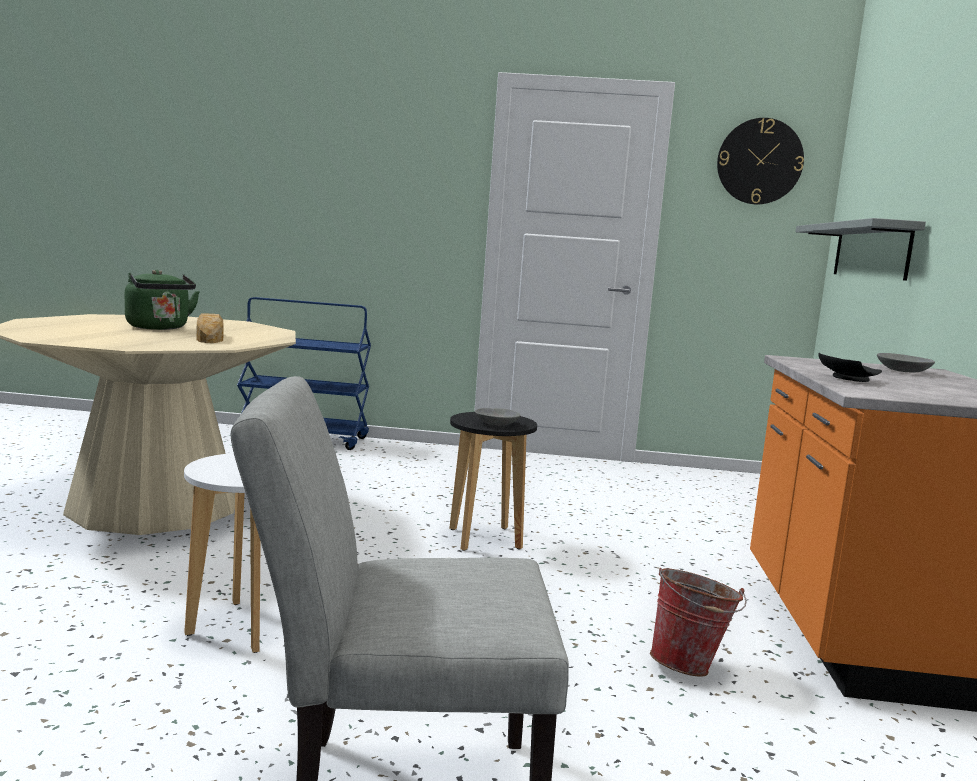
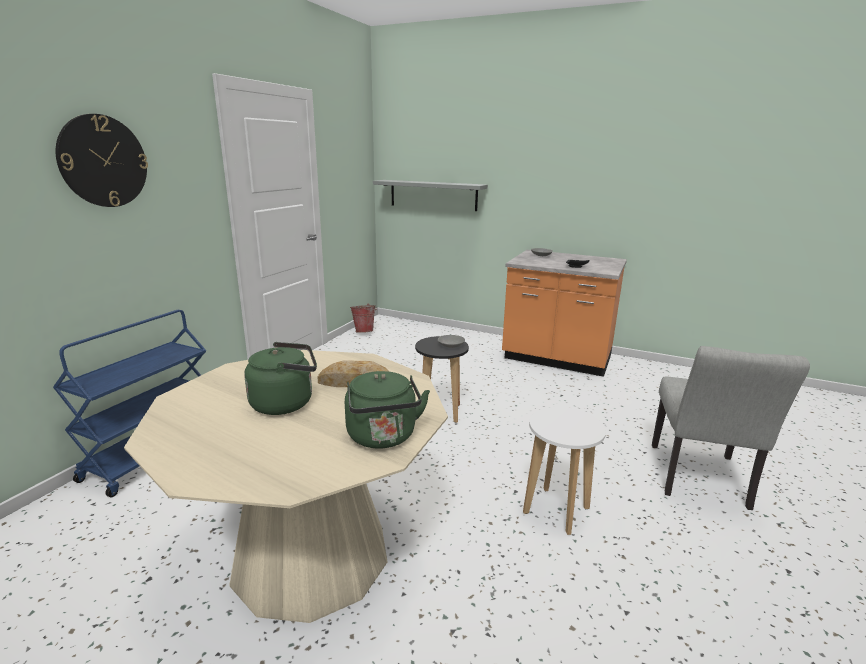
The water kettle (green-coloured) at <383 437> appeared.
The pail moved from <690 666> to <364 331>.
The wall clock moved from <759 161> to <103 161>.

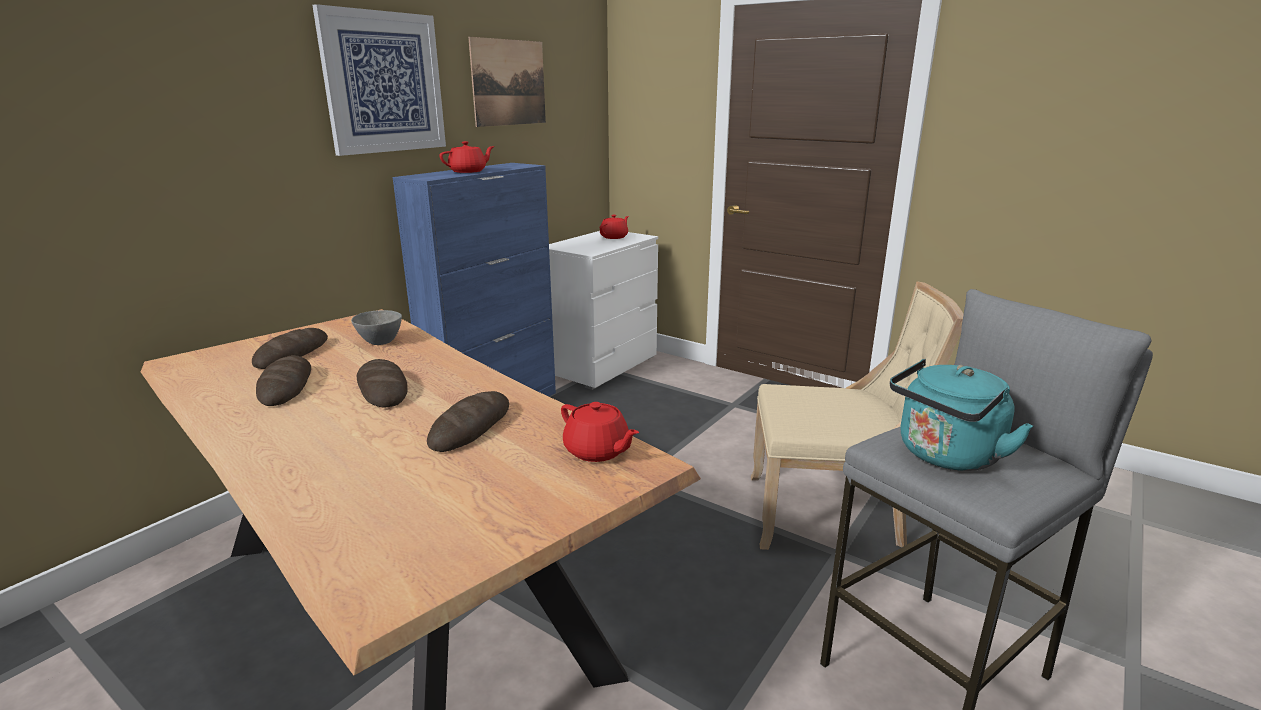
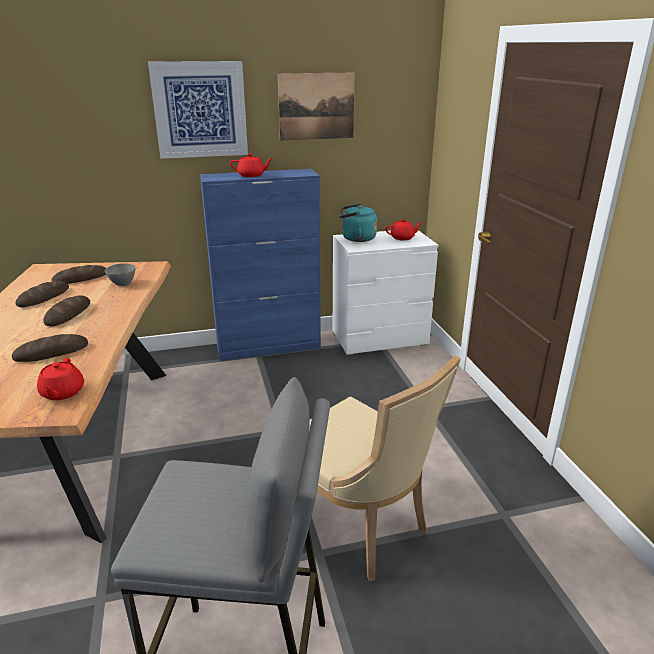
The water kettle (turquoise) moved from <945 456> to <356 238>.

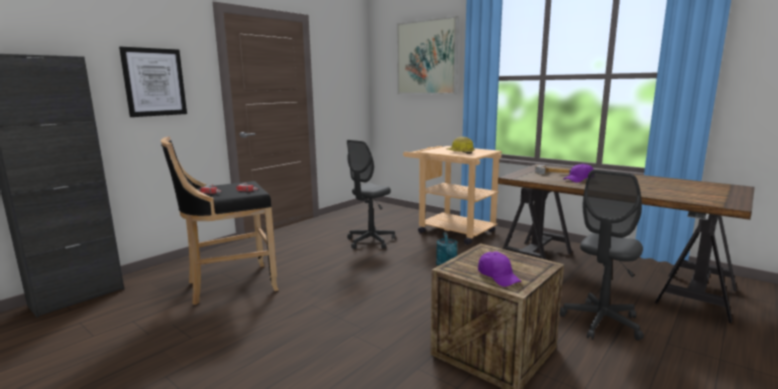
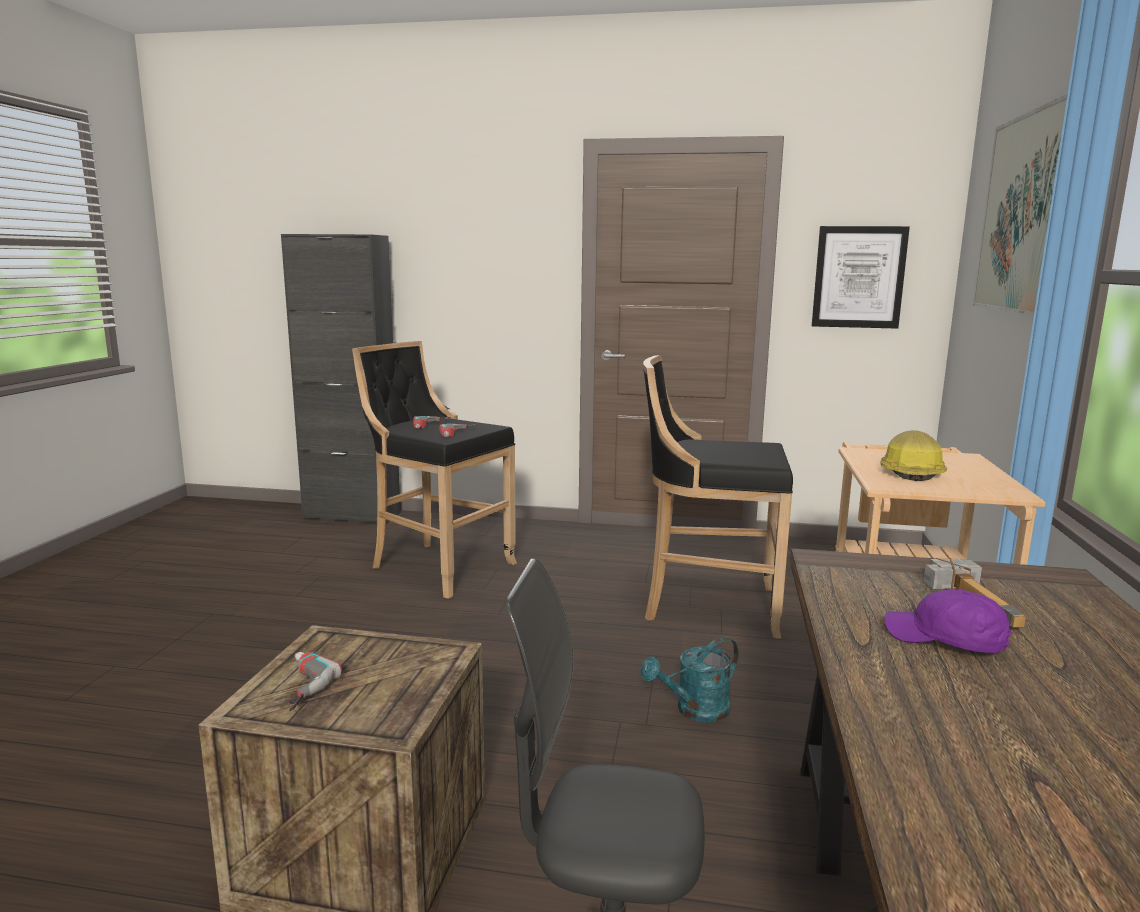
The wall picture moved from <154 82> to <858 277>.
The desk chair (greyish) at <370 241> was replaced by the stool seat (black) at <706 606>.
The baseball cap (purple-coloured) at <498 277> was replaced by the electric drill at <296 686>.

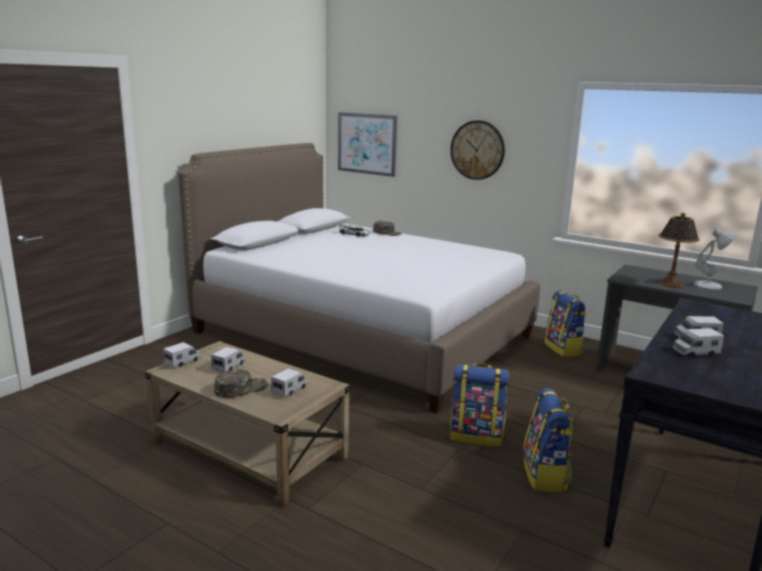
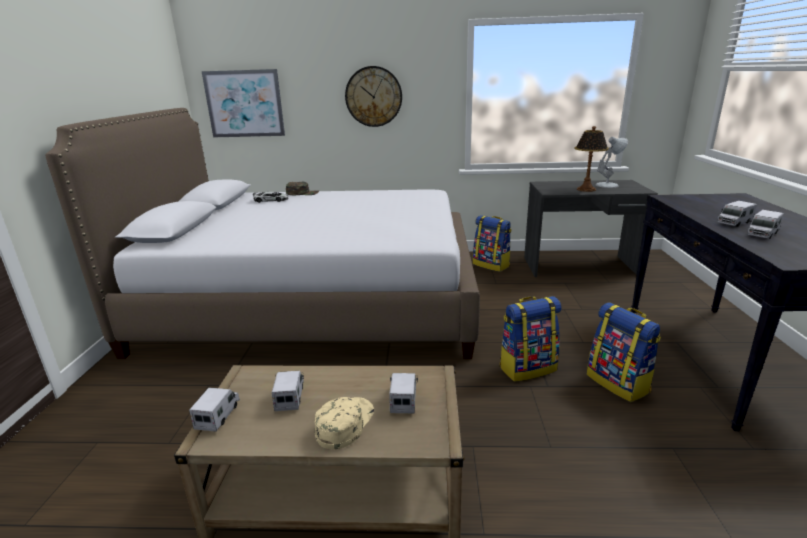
The baseball cap (green-coloured) at <241 388> became the baseball cap (beige-coloured) at <344 423>.

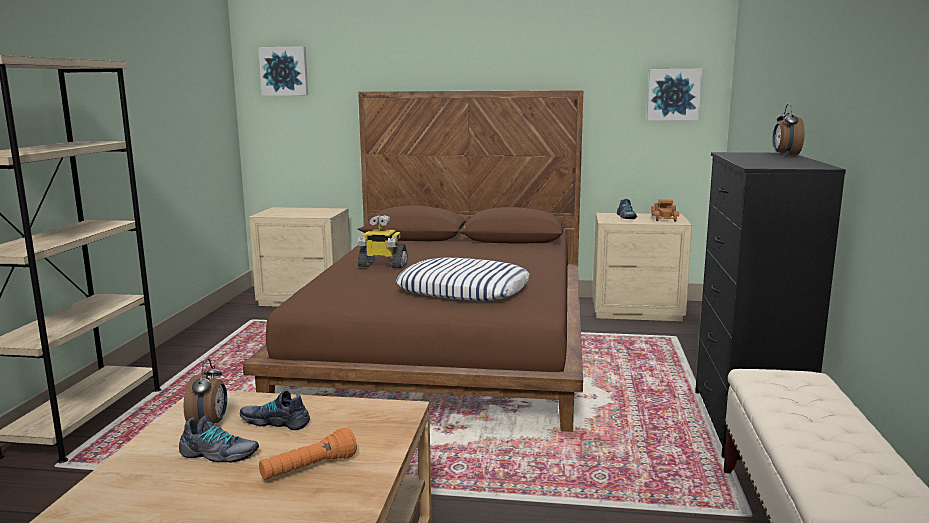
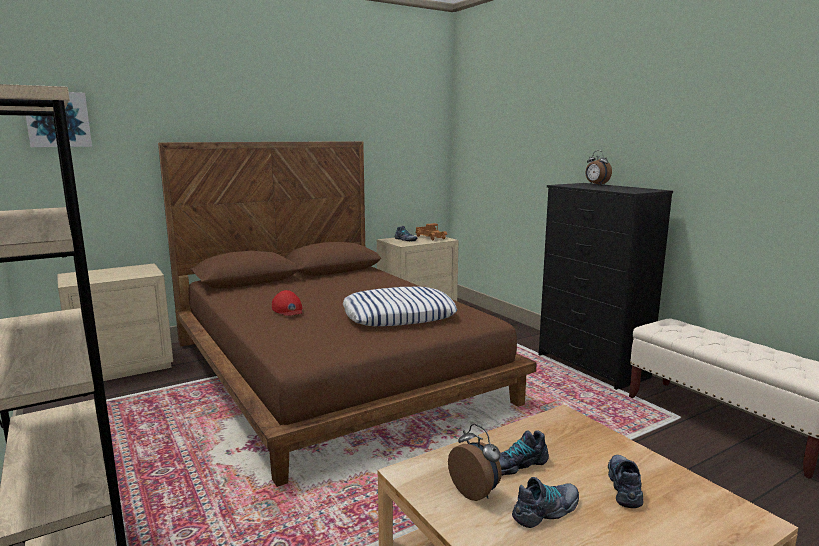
The wall picture at <673 94> disappeared.
The flashlight (orange) at <308 469> was replaced by the item of footwear at <625 486>.
The toy robot at <382 265> was replaced by the baseball cap (reddish) at <288 309>.

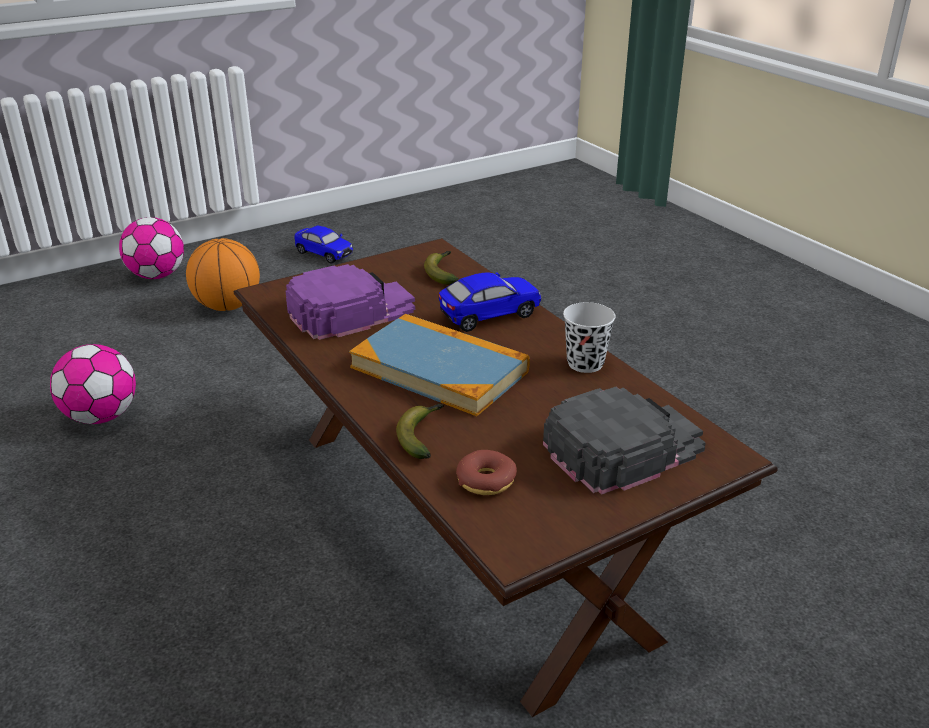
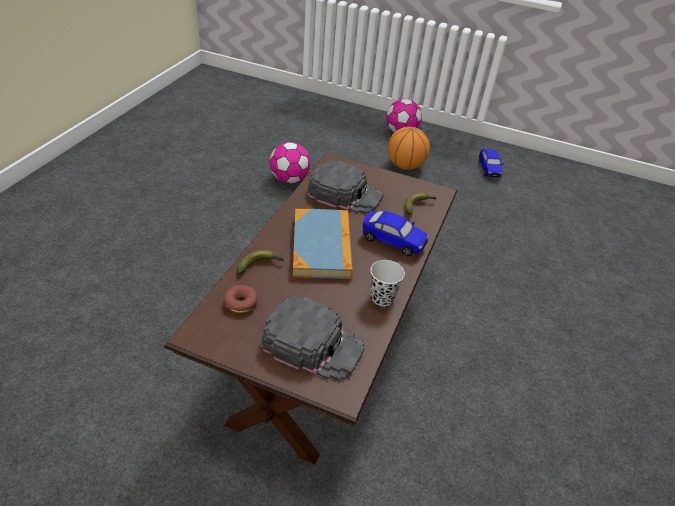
The baseball cap (purple-coloured) at <350 310> became the baseball cap (black) at <345 193>.

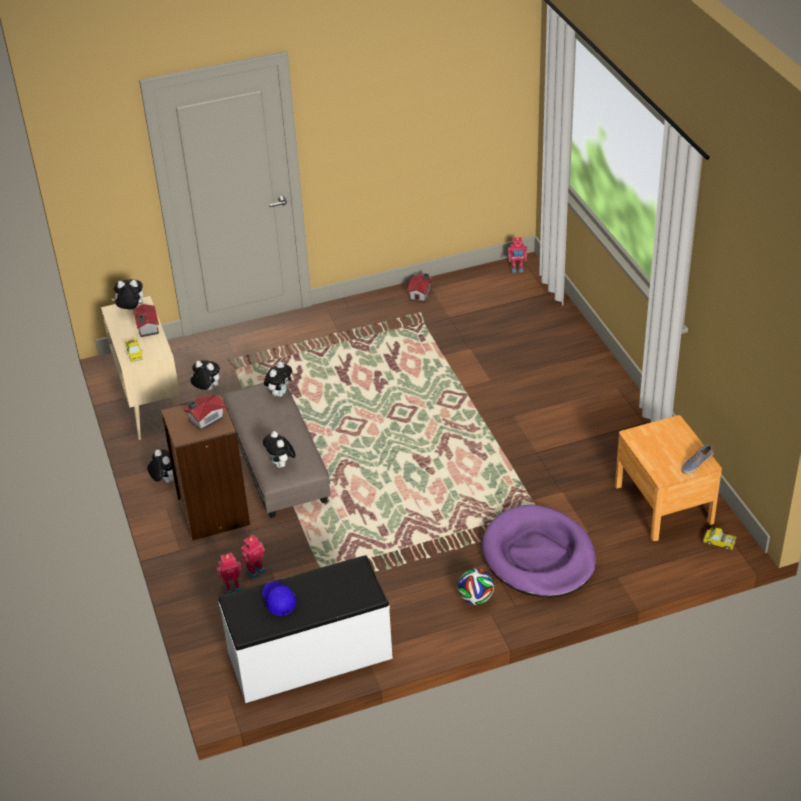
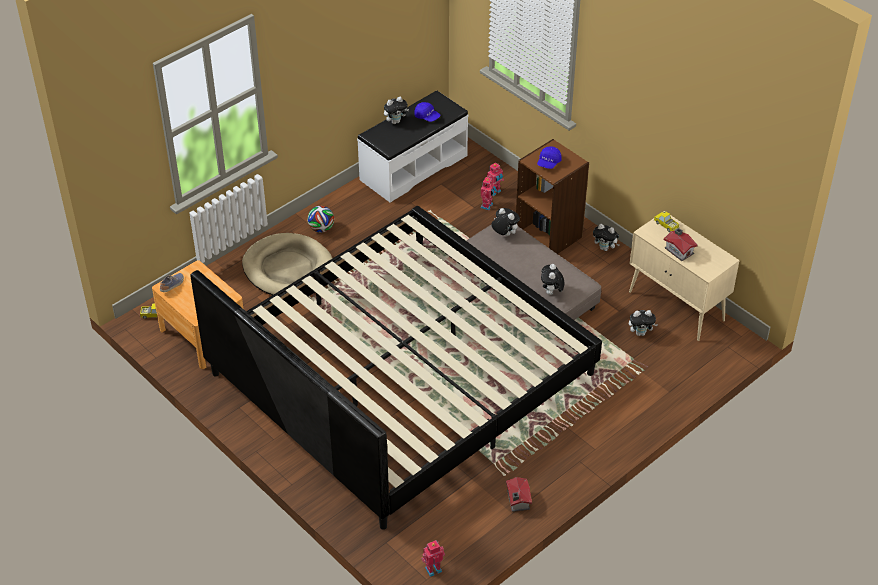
The bedroom bed at <401 374> appeared.
The cuddly toy moved from <131 310> to <395 121>.
The toy house at <205 419> was replaced by the baseball cap (blue-coloured) at <548 163>.
The pet bed (purple-coloured) at <538 556> became the pet bed (beige-coloured) at <288 269>.

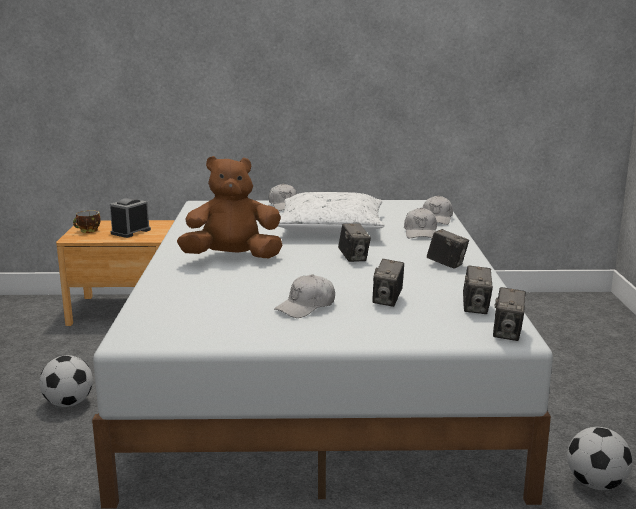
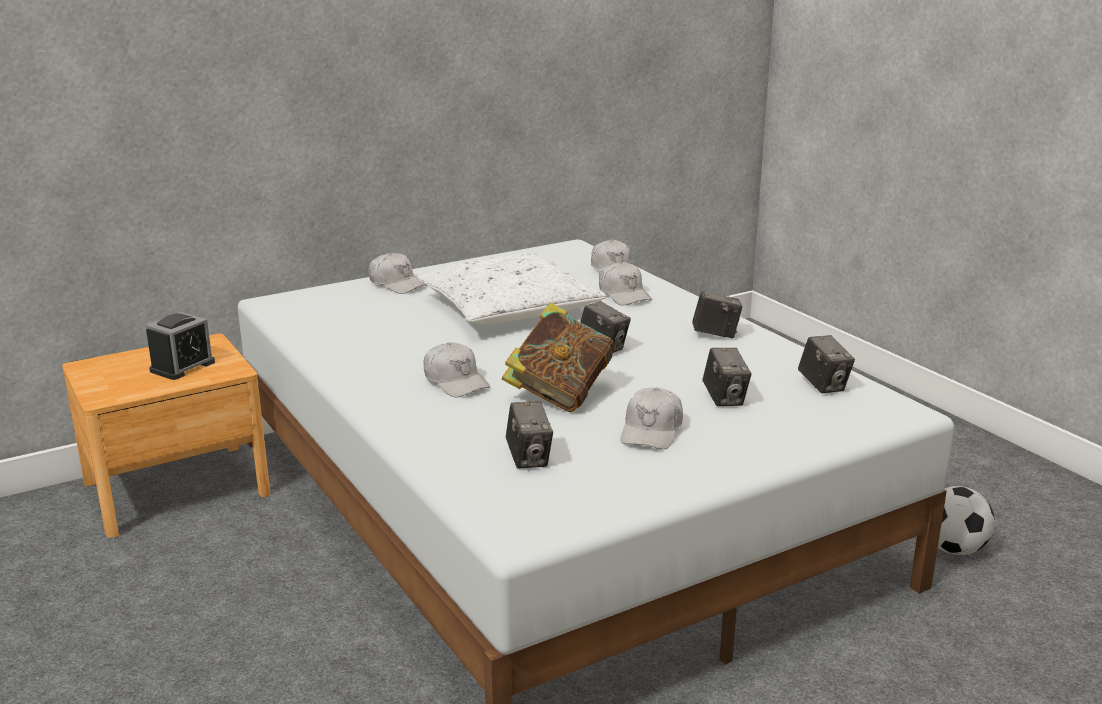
The football ball at <68 403> disappeared.
The drinking cup at <88 231> disappeared.
The book at <559 394> appeared.
The still camera moved from <507 334> to <529 459>.
The cuddly toy (brownish) at <232 258> was replaced by the baseball cap (white-coloured) at <455 381>.
The alarm clock at <130 232> turned 150 degrees counterclockwise.

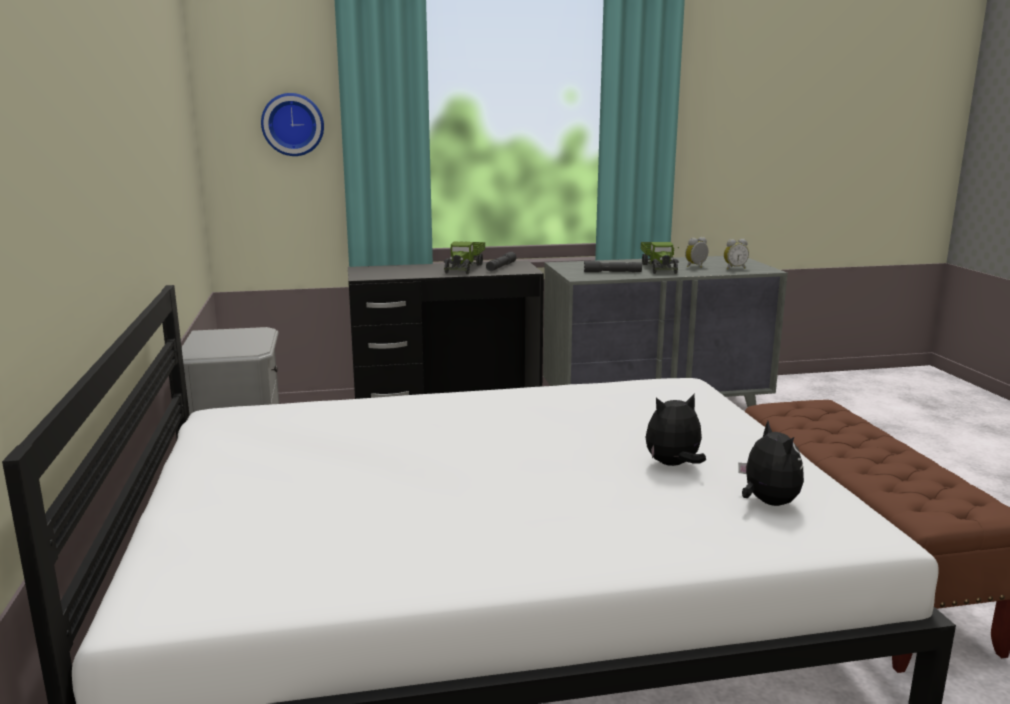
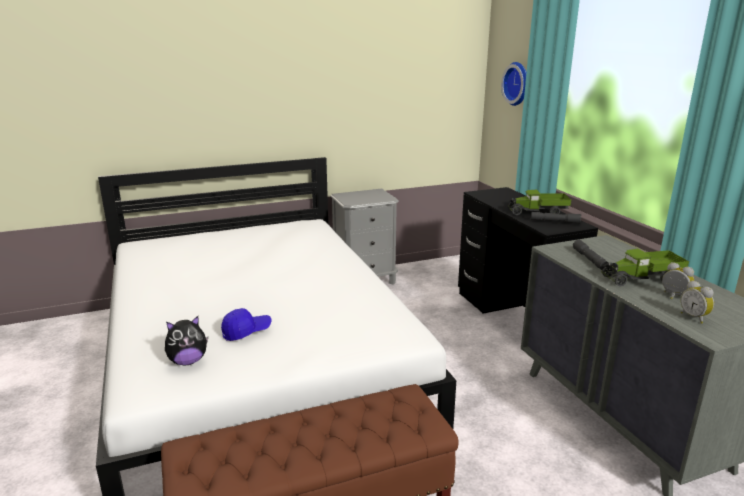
The cuddly toy at <673 465> was replaced by the baseball cap (blue-coloured) at <246 332>.

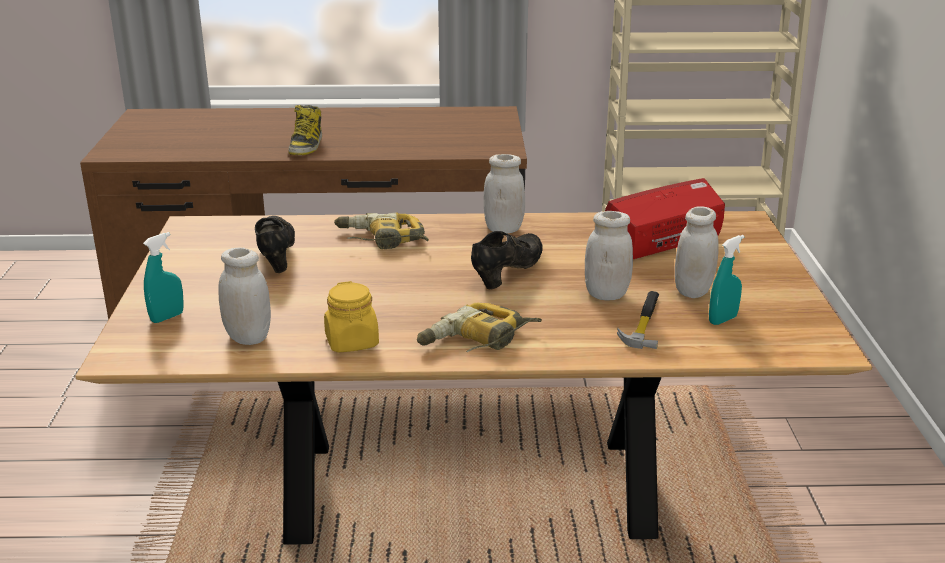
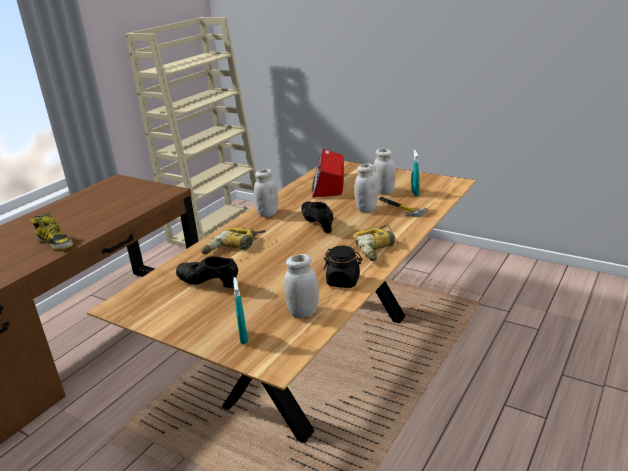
The storage jar (yellow) at <352 342> became the storage jar (black) at <343 281>.

